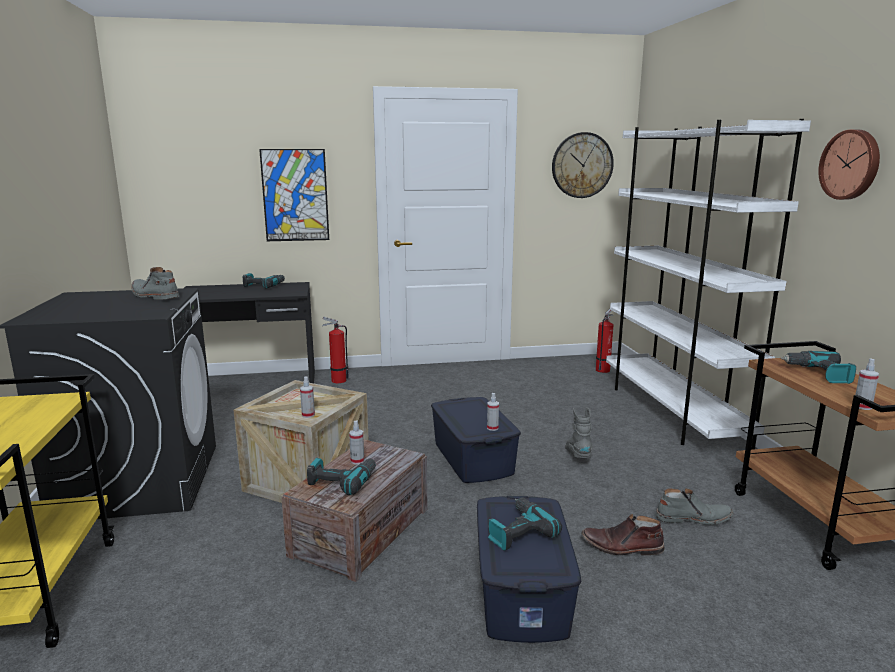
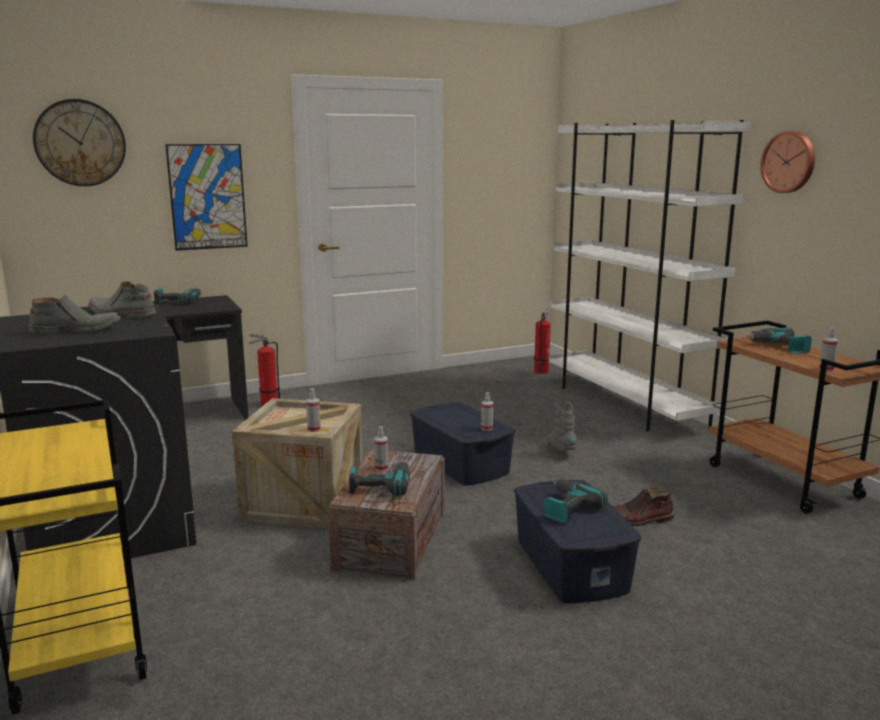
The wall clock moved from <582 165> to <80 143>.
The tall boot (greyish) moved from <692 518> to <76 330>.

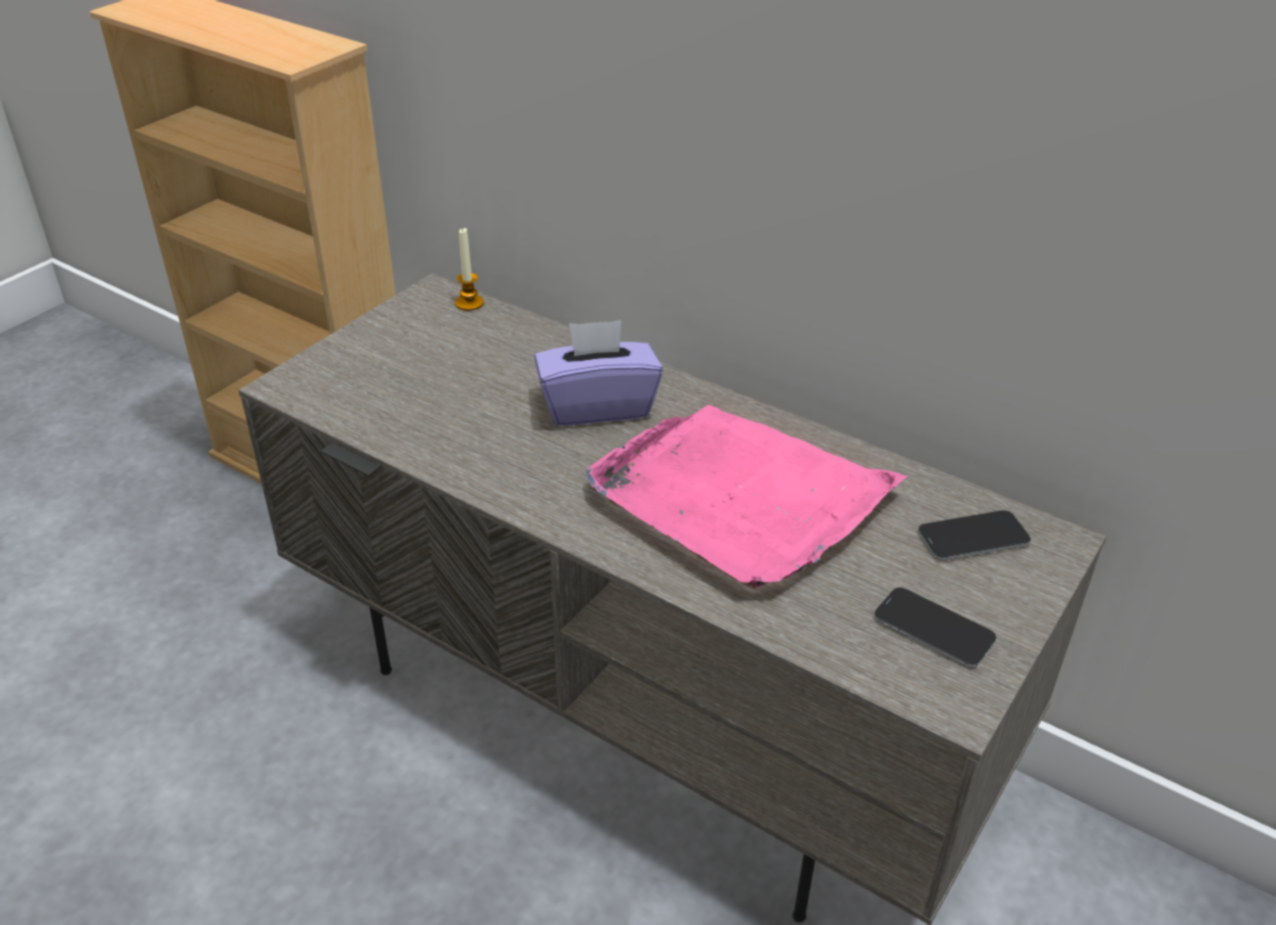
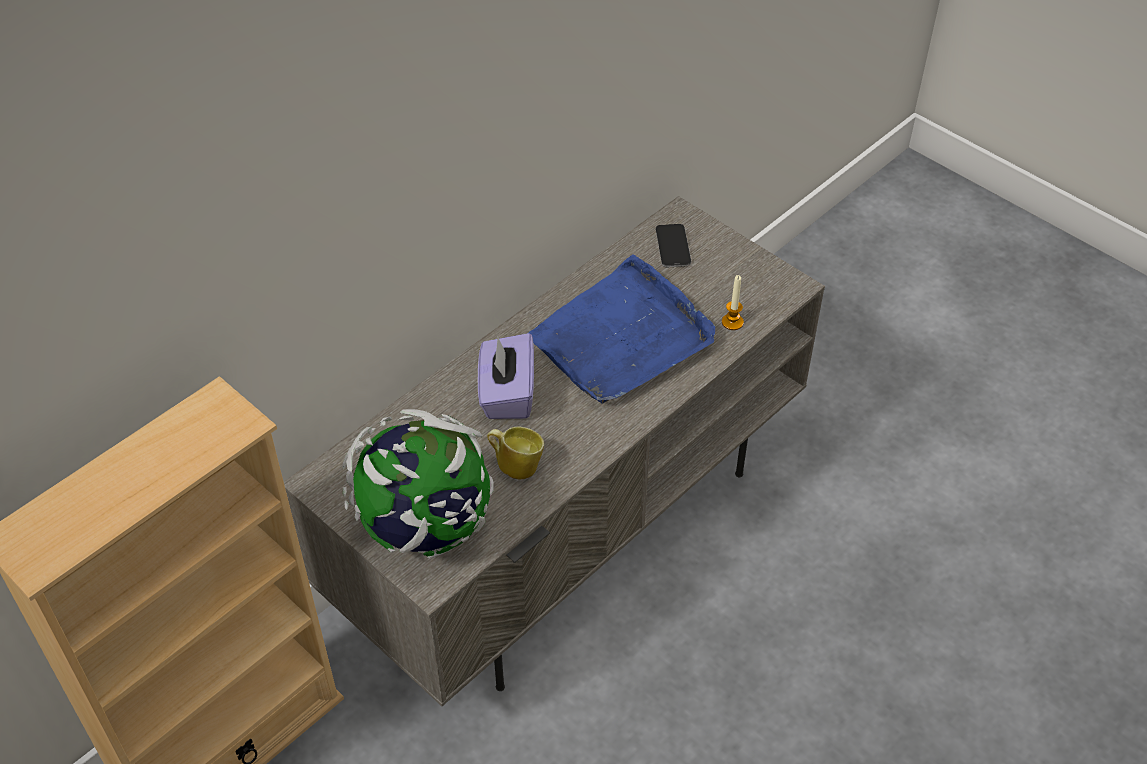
The phone at <933 629> disappeared.
The world globe at <425 528> appeared.
The tea mug at <516 465> appeared.
The wax light moved from <469 303> to <732 322>.
The serving tray (pinkish) at <739 499> became the serving tray (blue-coloured) at <622 338>.

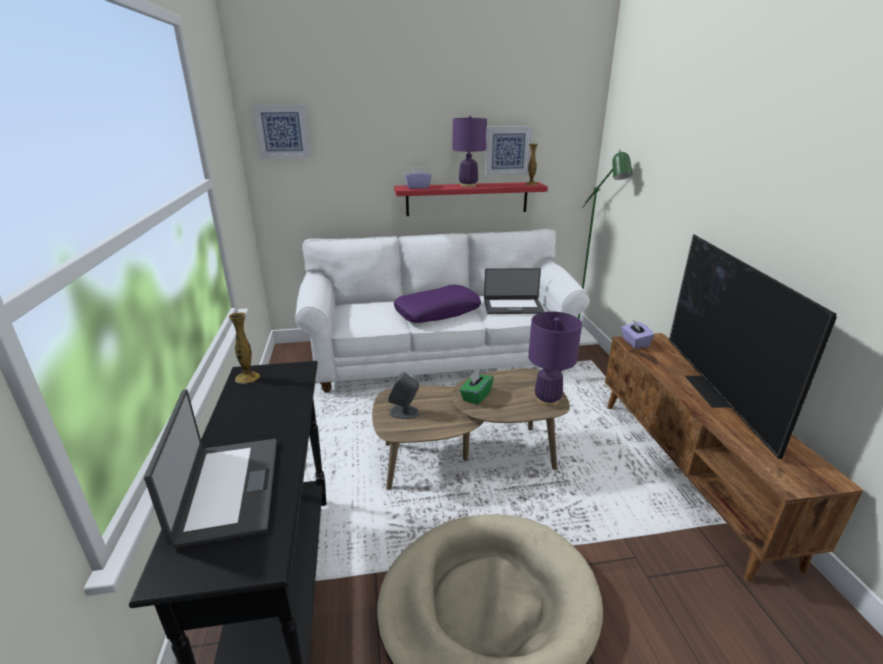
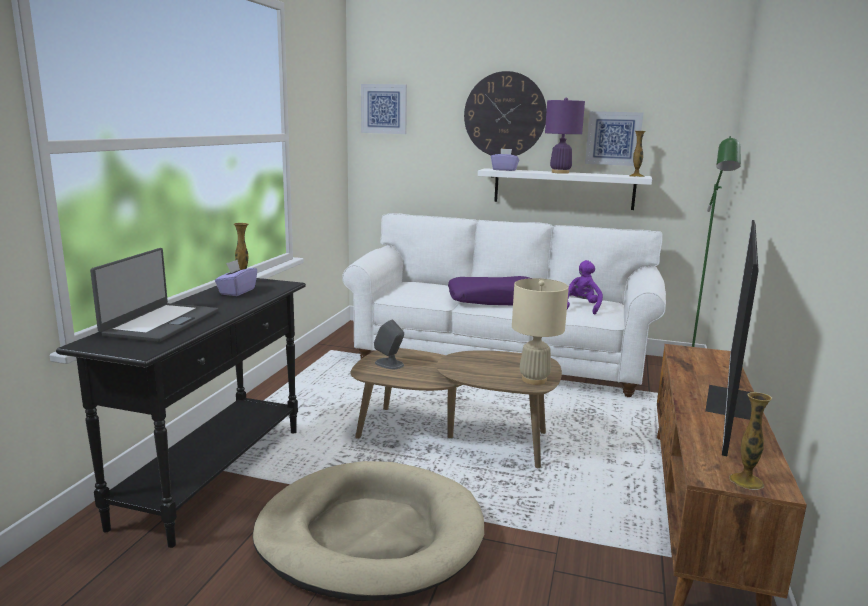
The tissue box (green-coloured) at <476 396> disappeared.
The wall clock at <505 115> appeared.
The vase at <746 481> appeared.
The tissue box (purple-coloured) moved from <634 342> to <237 291>.
The laptop at <513 306> was replaced by the cuddly toy (purple-coloured) at <580 307>.
The bracket shelf (reddish) at <467 199> became the bracket shelf (white-coloured) at <563 189>.
The table lamp (purple-coloured) at <547 400> became the table lamp (beige-coloured) at <534 380>.

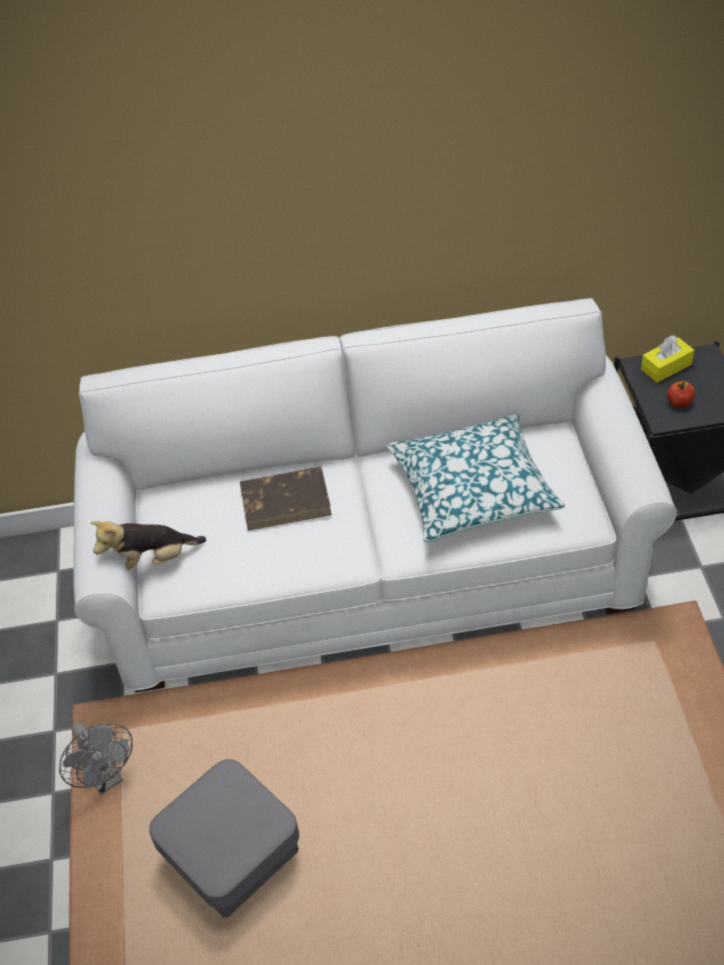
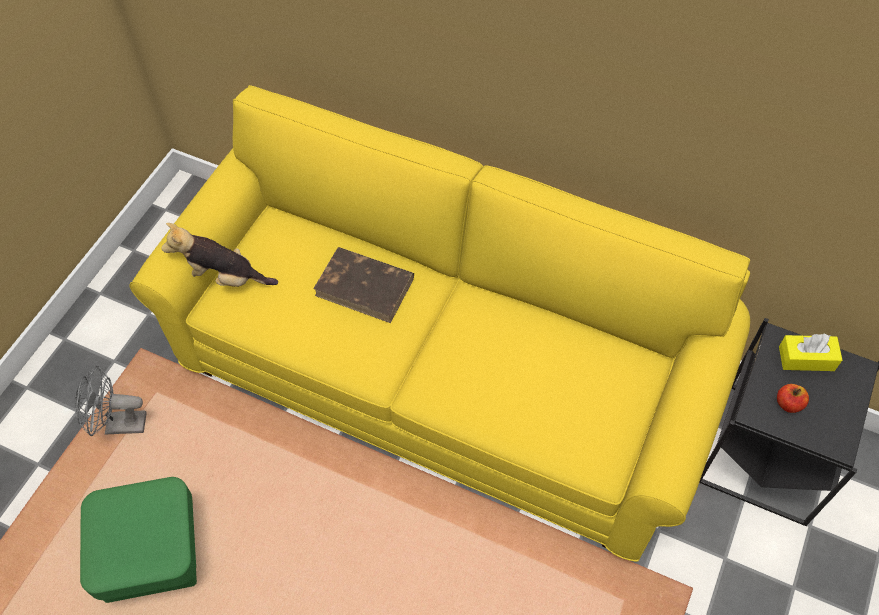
The throw pillow at <473 489> disappeared.
The sofa (white-coloured) at <372 566> became the sofa (yellow) at <442 373>.
The footrest (greyish) at <233 859> became the footrest (green-coloured) at <153 555>.
The fan (greyish) at <106 778> turned 90 degrees clockwise.

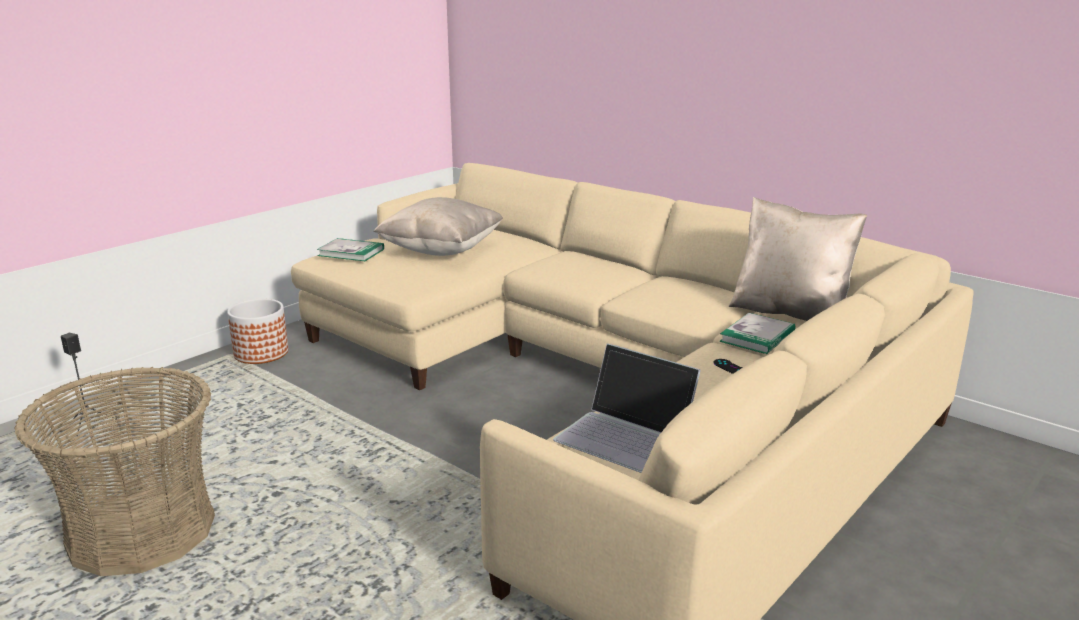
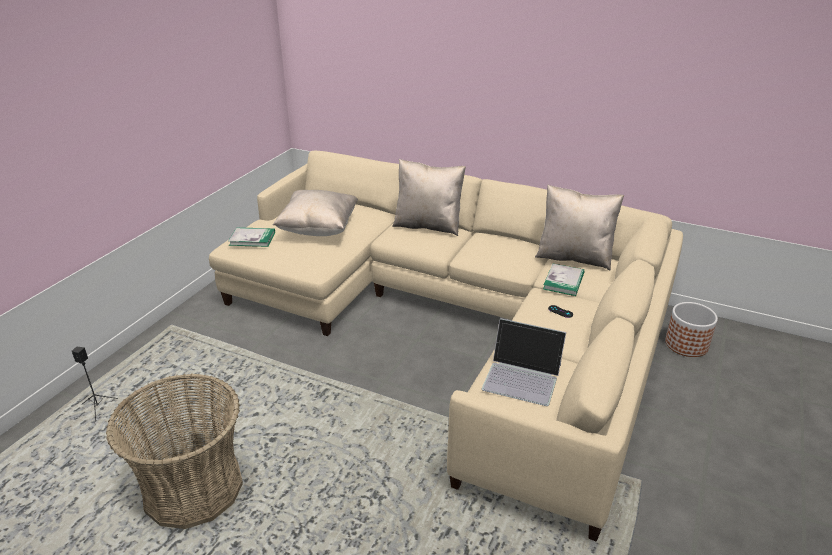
The throw pillow (beige-coloured) at <428 225> appeared.
The planter moved from <261 353> to <686 344>.

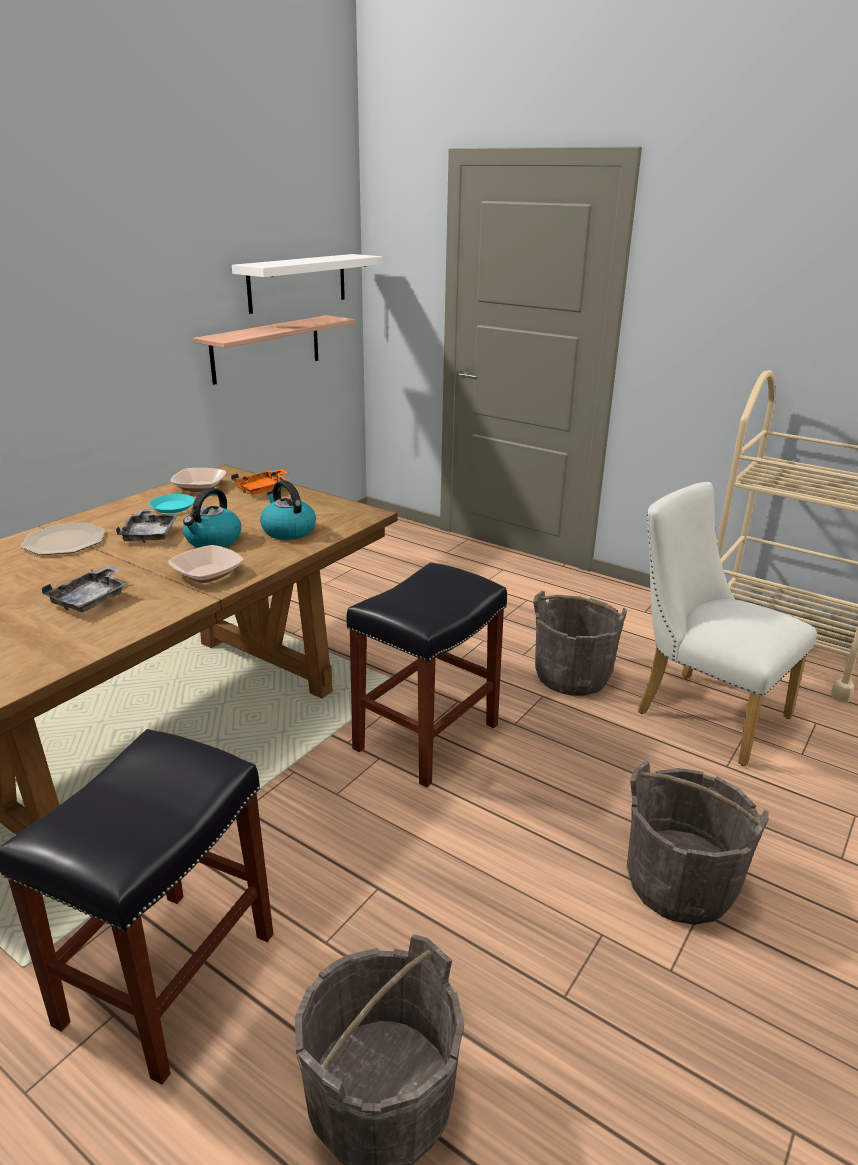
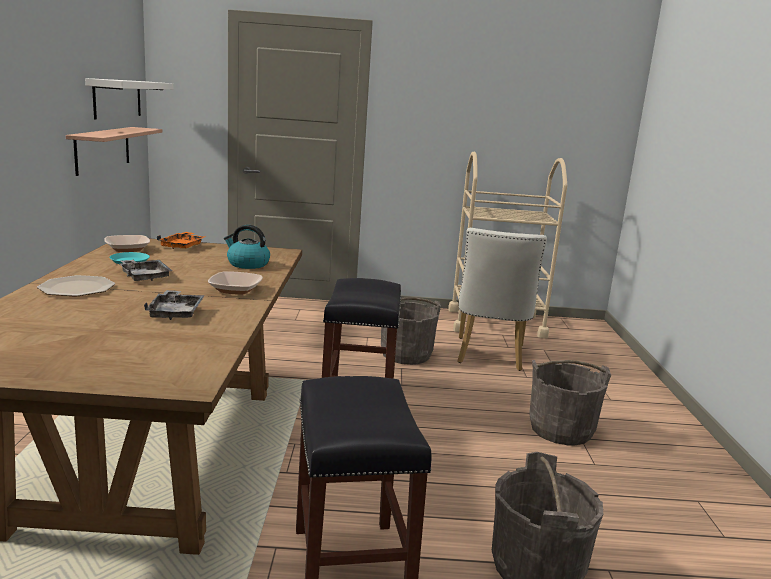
The water kettle at <213 540> disappeared.
The plain chair (white-coloured) at <701 711> turned 90 degrees counterclockwise.

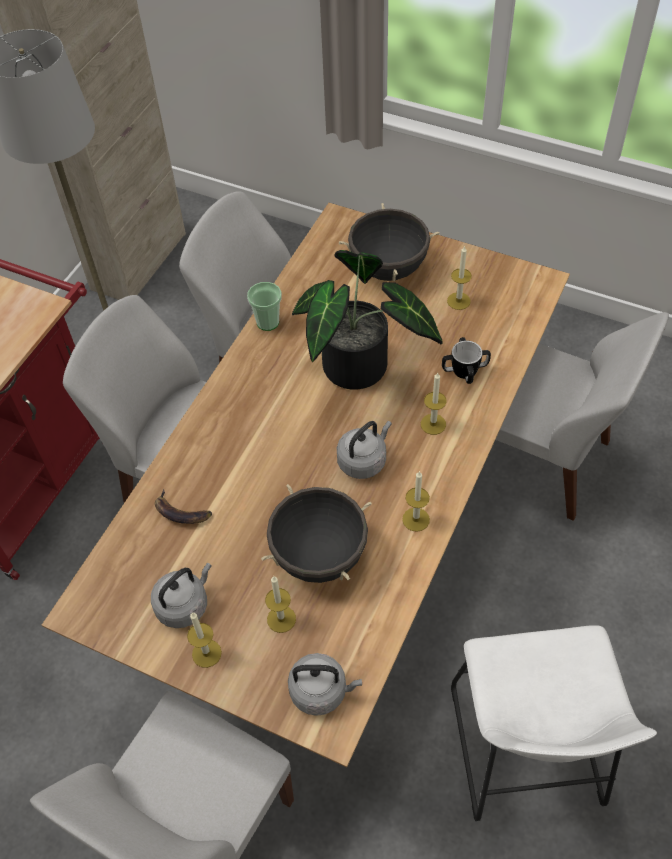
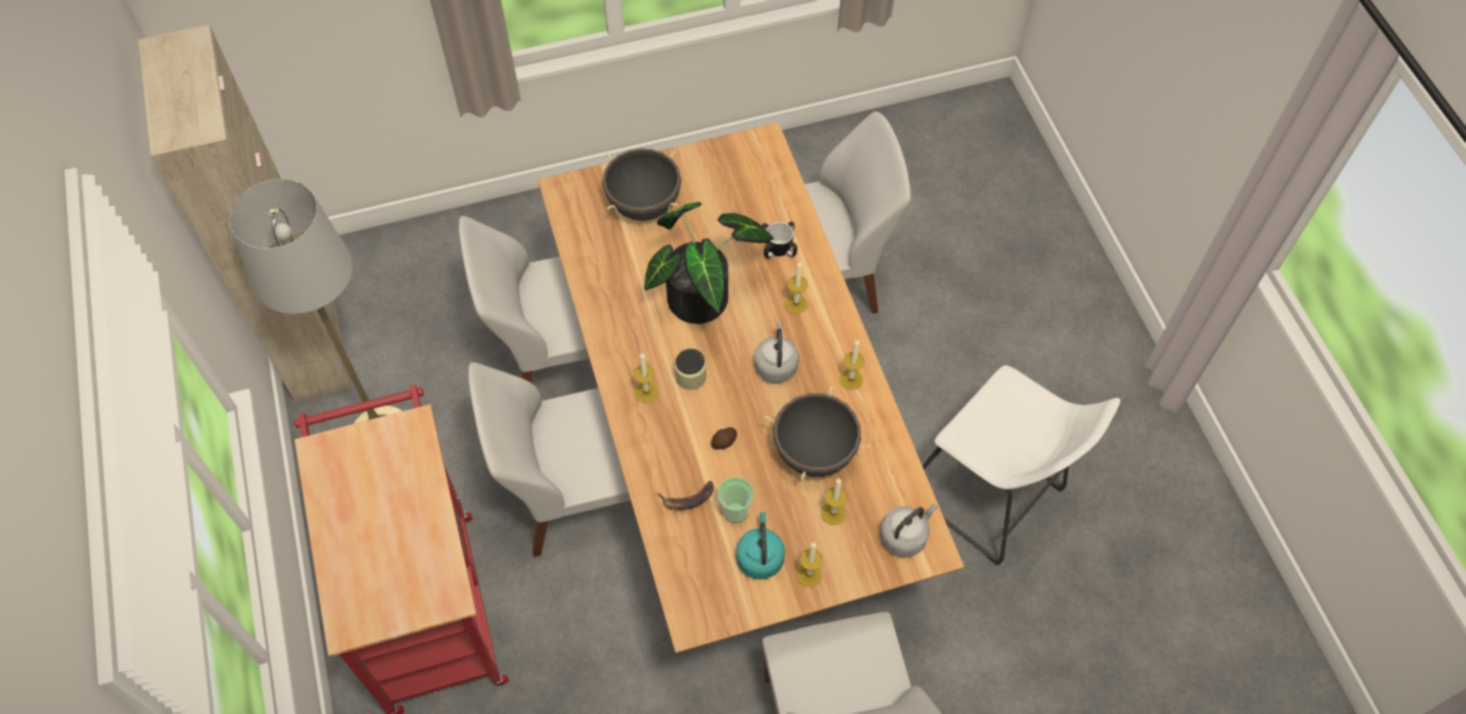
The storage jar at <690 377> appeared.
The whole potato at <724 442> appeared.
The drinking cup moved from <268 322> to <735 512>.
The wax light moved from <458 301> to <646 392>.
The water kettle (greyish) at <184 605> became the water kettle (turquoise) at <760 556>.

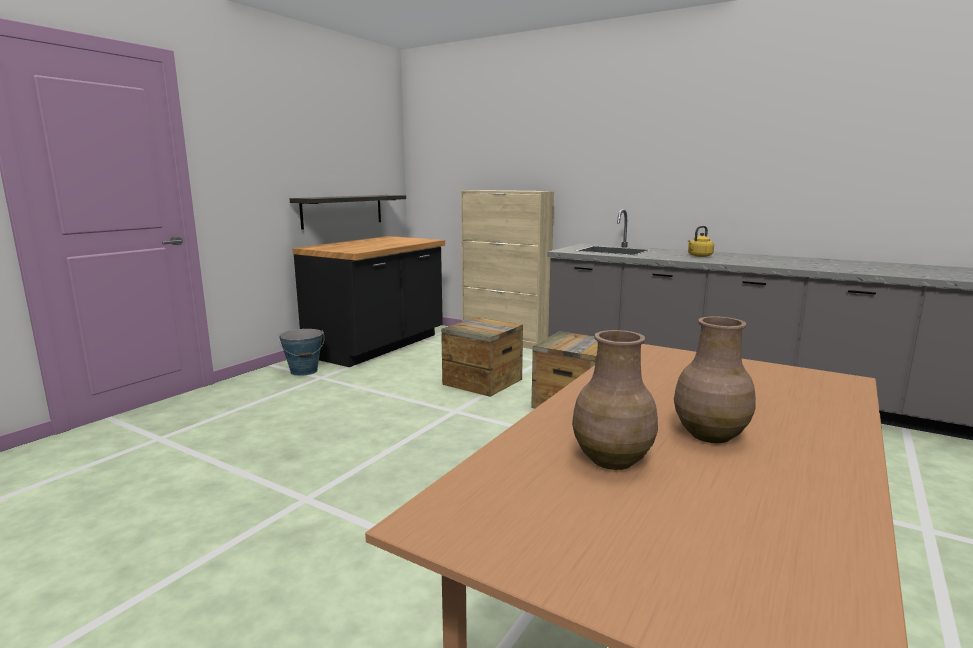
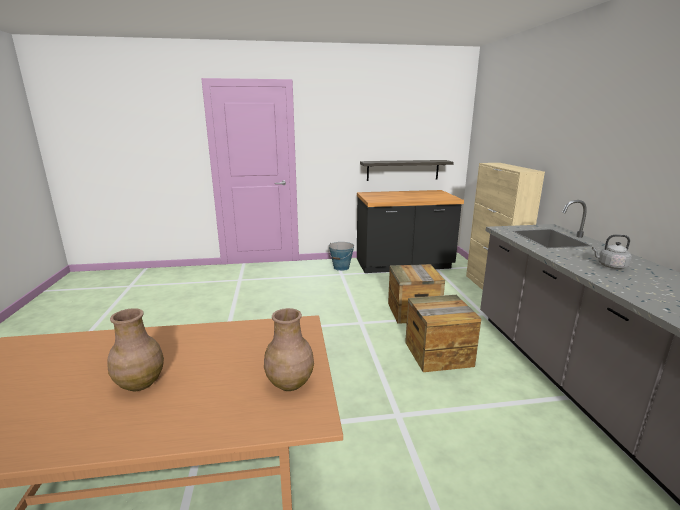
The vase (brownish) moved from <613 460> to <289 383>.
The water kettle (yellow) at <699 256> became the water kettle (greyish) at <610 266>.

